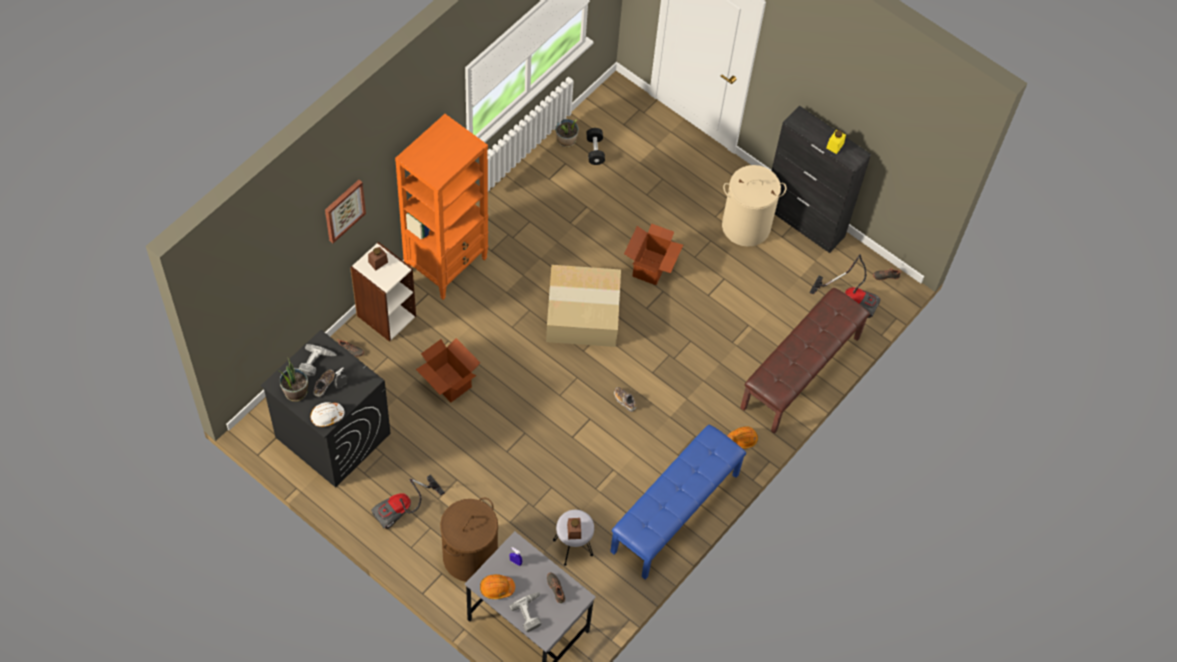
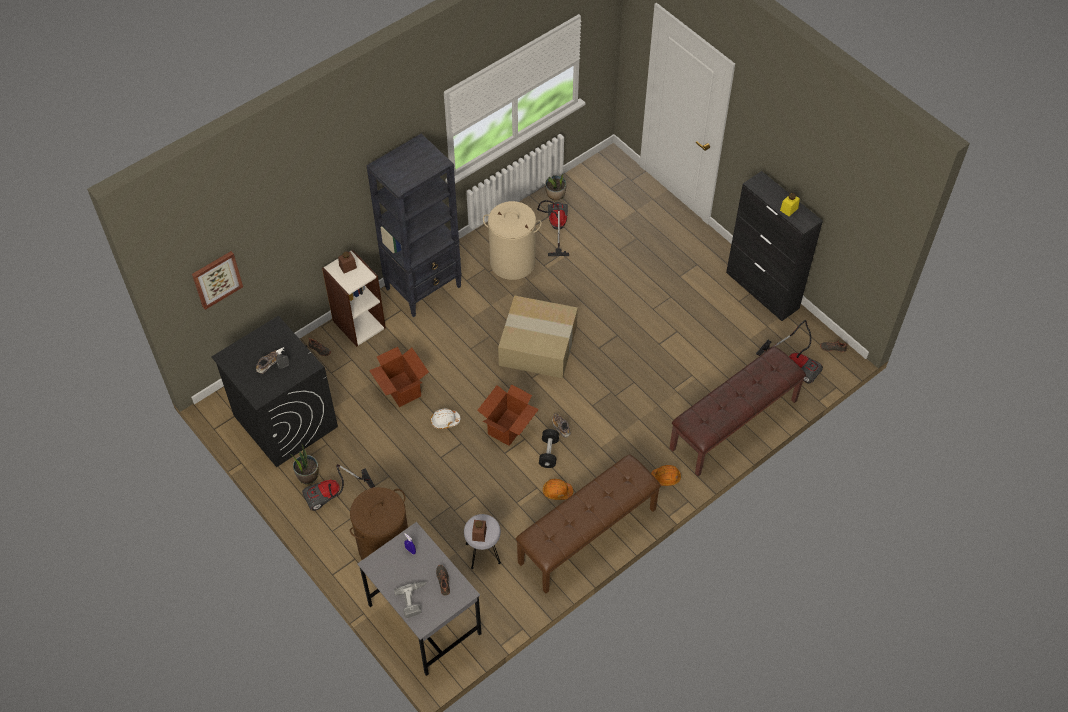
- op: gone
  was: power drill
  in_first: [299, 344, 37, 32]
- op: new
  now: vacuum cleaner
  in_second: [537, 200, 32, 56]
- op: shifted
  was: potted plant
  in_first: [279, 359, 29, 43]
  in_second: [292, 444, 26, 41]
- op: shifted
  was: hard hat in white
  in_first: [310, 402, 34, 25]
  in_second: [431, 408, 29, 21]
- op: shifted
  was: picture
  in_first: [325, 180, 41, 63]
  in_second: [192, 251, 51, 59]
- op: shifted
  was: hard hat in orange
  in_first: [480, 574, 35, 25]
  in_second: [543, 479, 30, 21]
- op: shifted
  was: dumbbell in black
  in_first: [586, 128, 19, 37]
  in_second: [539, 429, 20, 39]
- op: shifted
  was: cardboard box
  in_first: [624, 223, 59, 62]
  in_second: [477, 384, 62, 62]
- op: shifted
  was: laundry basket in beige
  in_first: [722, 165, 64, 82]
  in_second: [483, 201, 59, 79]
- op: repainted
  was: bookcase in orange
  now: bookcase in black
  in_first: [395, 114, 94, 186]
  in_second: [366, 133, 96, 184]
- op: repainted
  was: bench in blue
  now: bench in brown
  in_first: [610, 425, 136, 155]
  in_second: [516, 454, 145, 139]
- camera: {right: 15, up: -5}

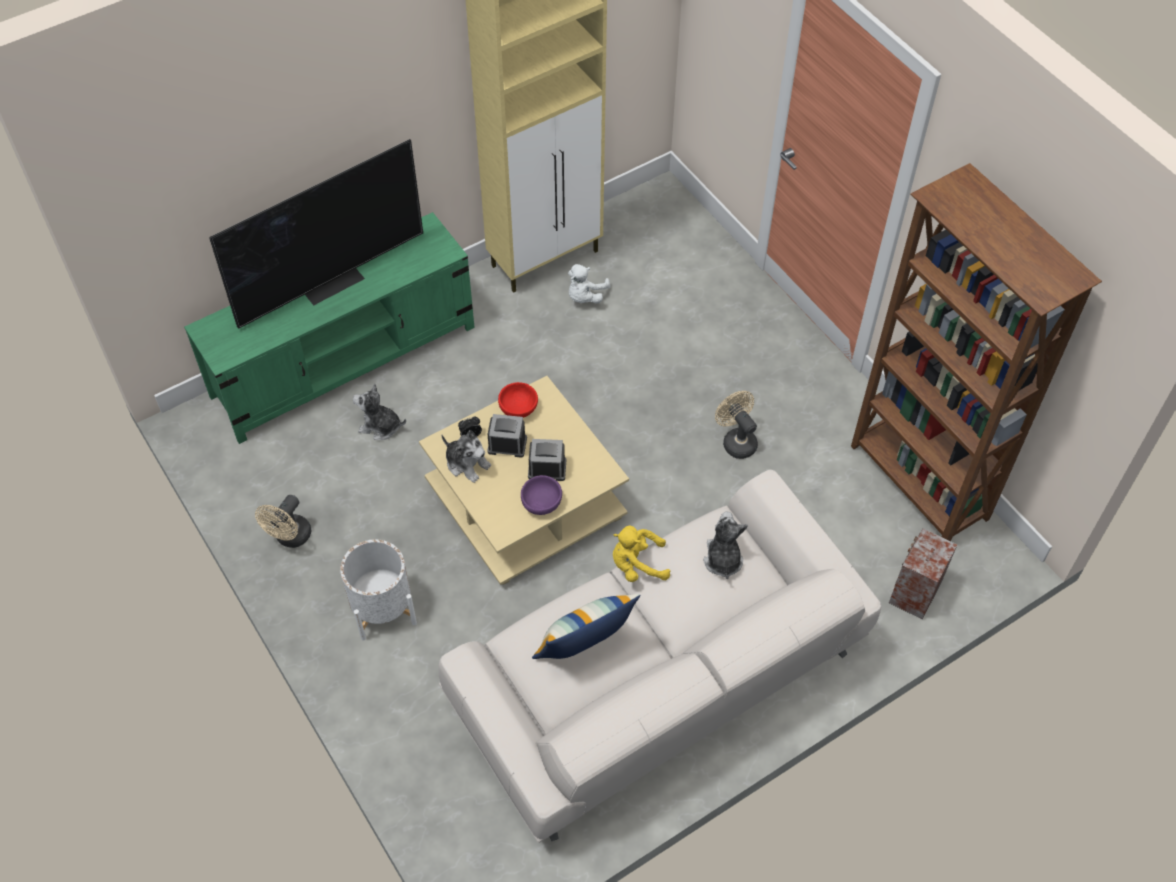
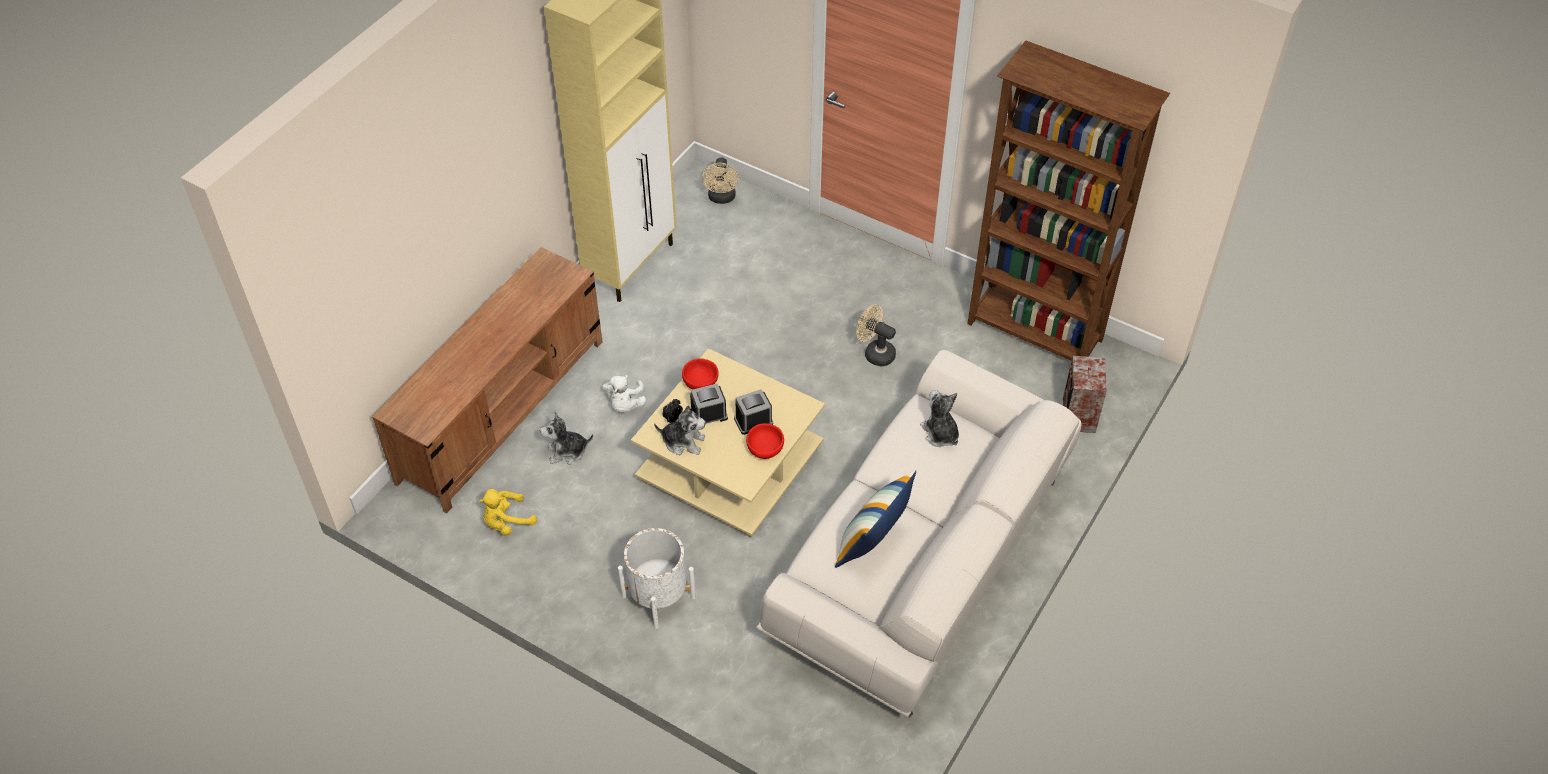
- op: gone
  was: television
  in_first: [209, 139, 214, 190]
- op: shifted
  was: fan in beige
  in_first: [255, 495, 56, 53]
  in_second: [702, 157, 37, 47]
- op: shifted
  was: plush toy in white
  in_first: [568, 264, 43, 39]
  in_second: [602, 375, 45, 37]
- op: shifted
  was: plush toy in yellow
  in_first: [613, 526, 57, 56]
  in_second: [479, 489, 58, 47]
- op: repainted
  was: tv stand in green
  now: tv stand in brown
  in_first: [184, 212, 291, 232]
  in_second: [372, 247, 231, 266]
- op: repainted
  was: bowl in purple
  now: bowl in red
  in_first: [521, 475, 41, 40]
  in_second: [746, 423, 38, 36]
- camera: {right: -25, up: -5}

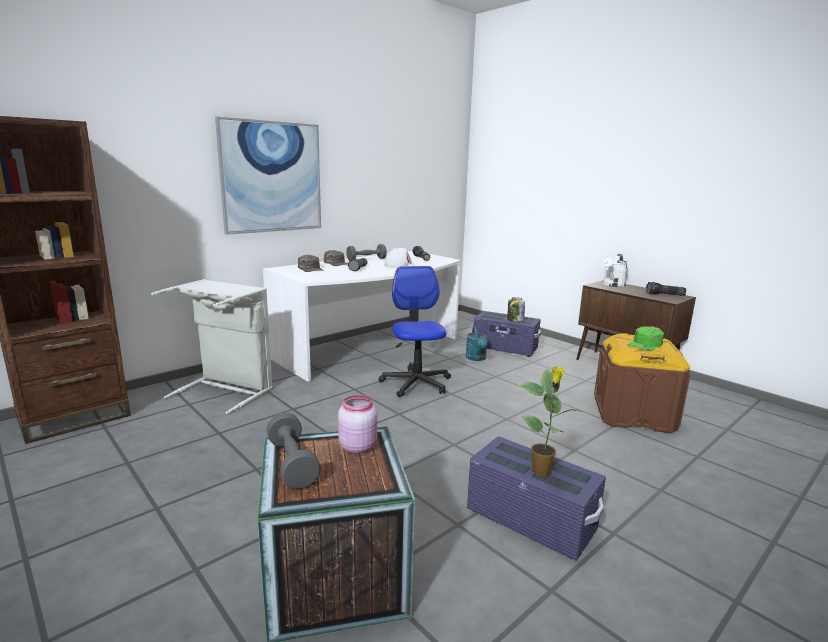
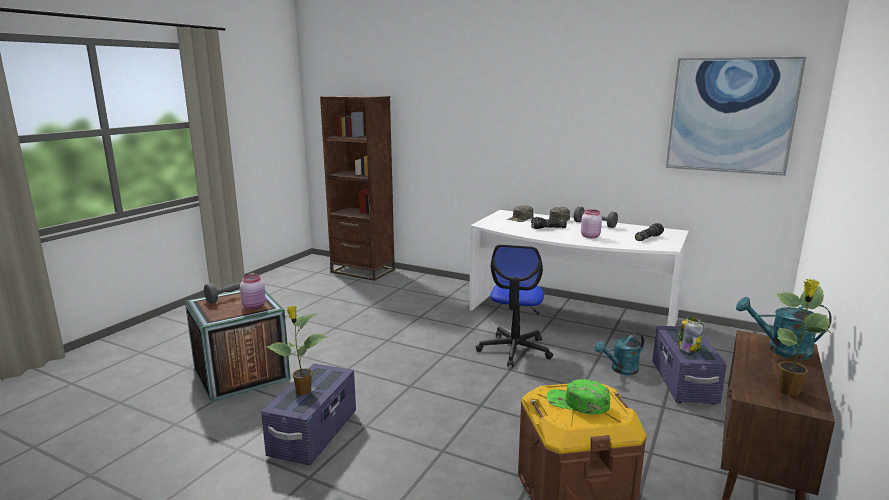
- op: gone
  was: laundry basket in grey
  in_first: [151, 279, 122, 135]
- op: shifted
  was: picture
  in_first: [215, 117, 106, 118]
  in_second: [666, 57, 140, 119]
- op: swapped
  was: hard hat in white
  now: jar in pink
  in_first: [384, 248, 31, 20]
  in_second: [581, 209, 21, 29]
- op: swapped
  was: flashlight
  now: potted plant
  in_first: [646, 282, 40, 14]
  in_second: [776, 279, 55, 117]
- op: repainted
  was: watering can in white
  now: watering can in turquoise
  in_first: [603, 254, 25, 33]
  in_second: [736, 297, 96, 63]
- op: rotated
  was: office chair
  in_first: [378, 266, 73, 131]
  in_second: [476, 245, 77, 122]
  clockwise: 135
- camera: {right: 70, up: 0}

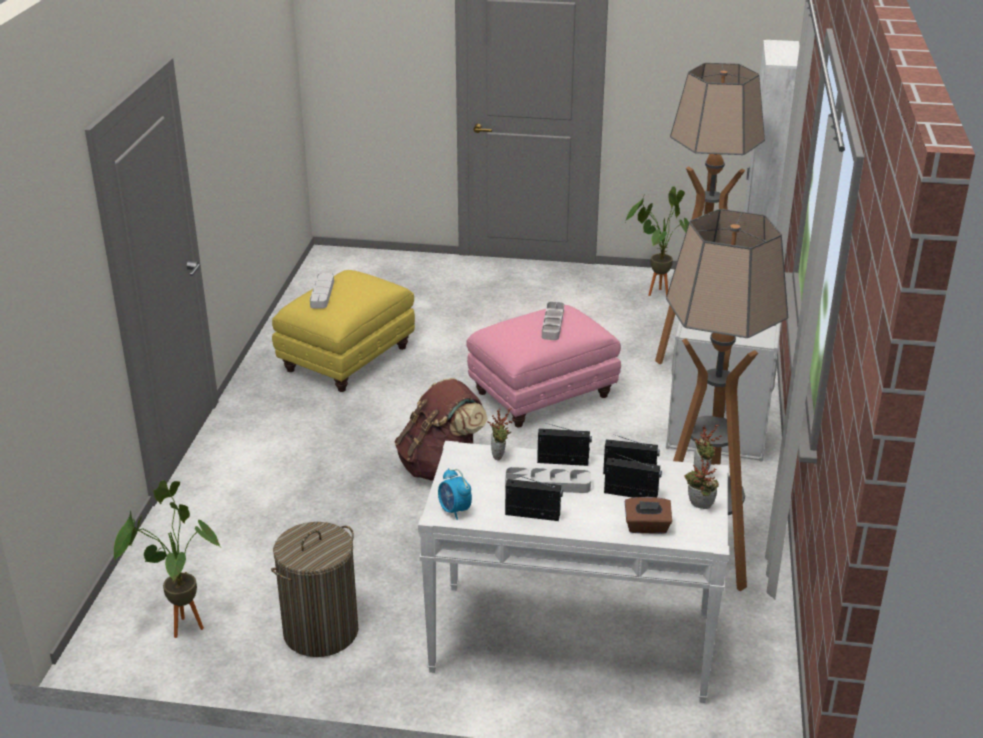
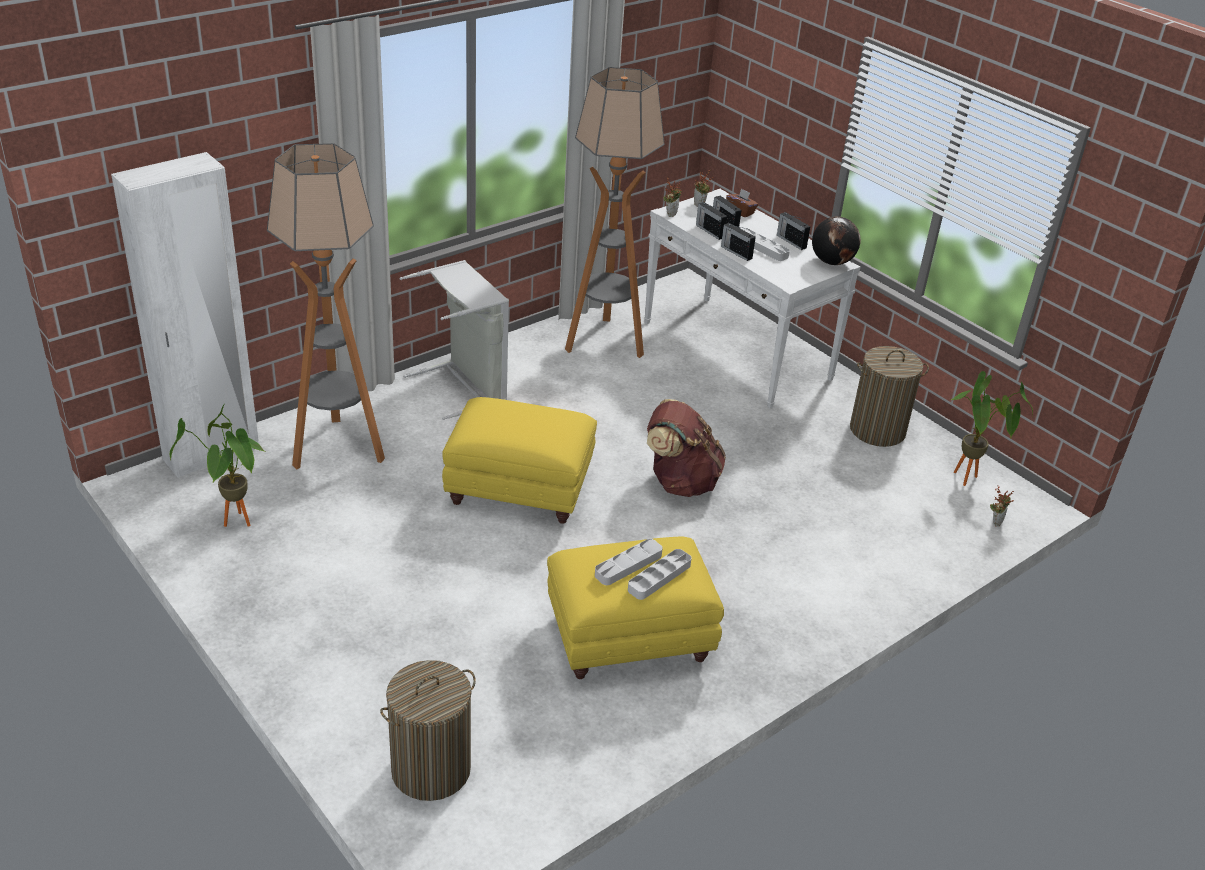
- op: new
  now: laundry basket
  in_second: [380, 660, 96, 141]
- op: shifted
  was: potted plant
  in_first: [487, 409, 27, 52]
  in_second: [990, 486, 24, 41]
- op: shifted
  was: tray in grey
  in_first: [542, 302, 22, 38]
  in_second: [595, 539, 68, 46]
- op: swapped
  was: alarm clock
  now: globe
  in_first: [438, 468, 34, 52]
  in_second: [812, 217, 49, 48]
- op: repainted
  was: ottoman in pink
  now: ottoman in yellow
  in_first: [466, 305, 155, 122]
  in_second: [442, 397, 155, 127]
- camera: {right: -140, up: 5}

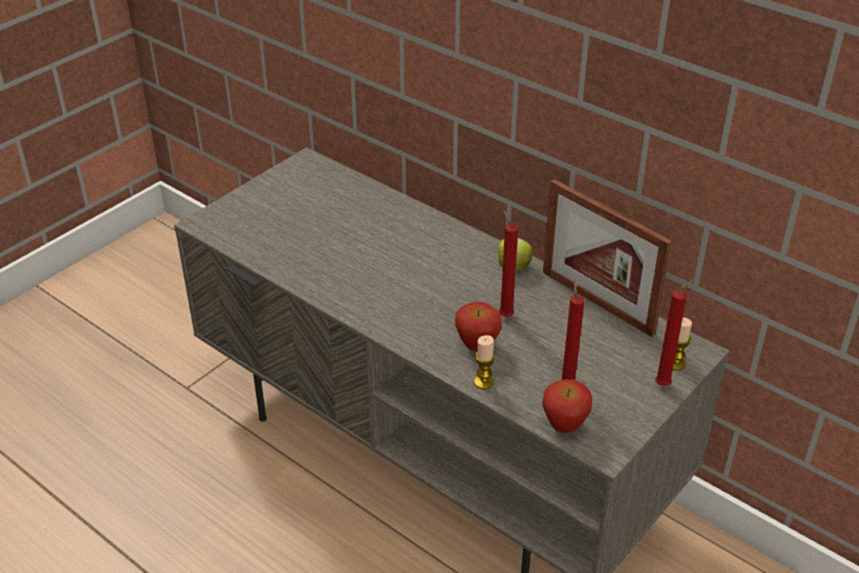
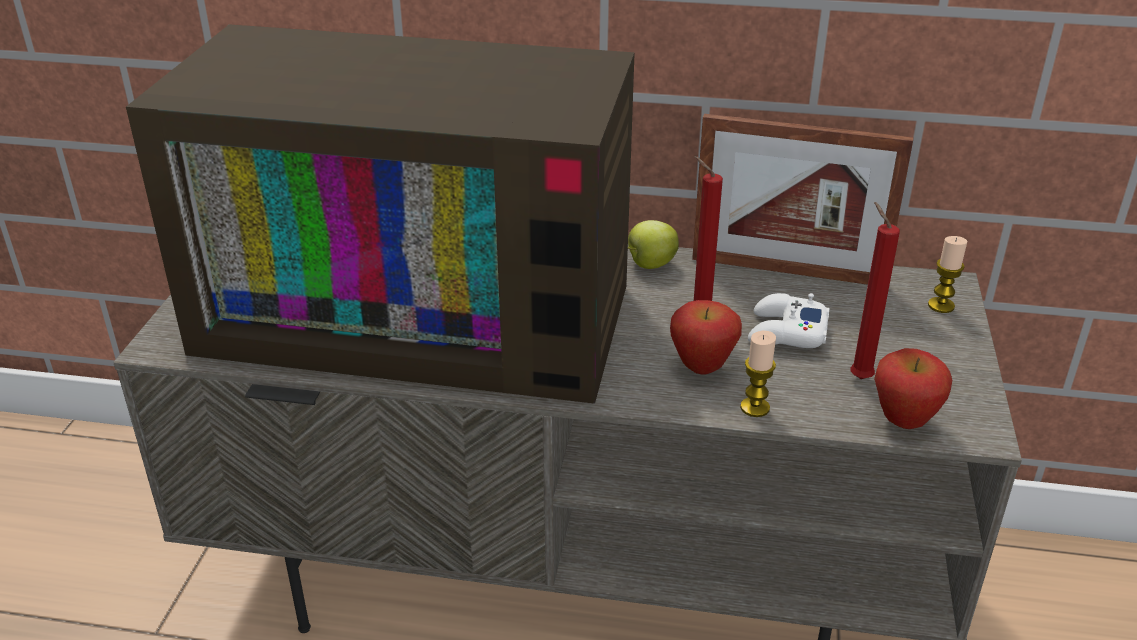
- op: gone
  was: candle in red
  in_first: [655, 280, 40, 106]
- op: new
  now: television
  in_second: [126, 24, 509, 380]
- op: new
  now: game controller in white
  in_second: [748, 293, 82, 55]
- camera: {right: -30, up: -5}

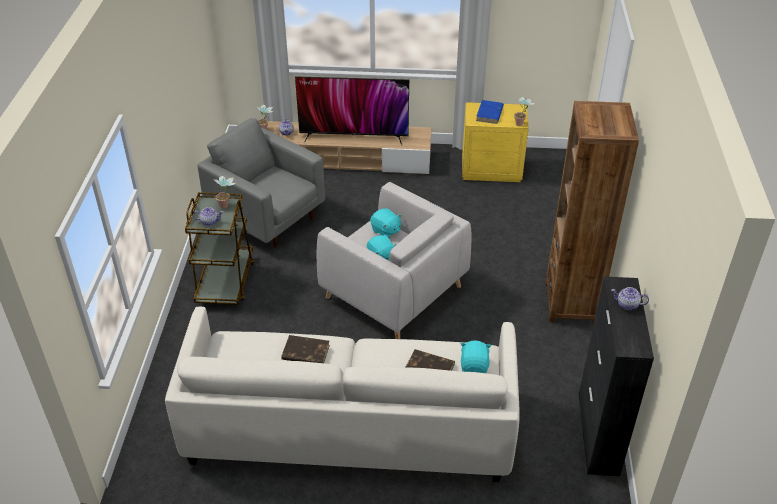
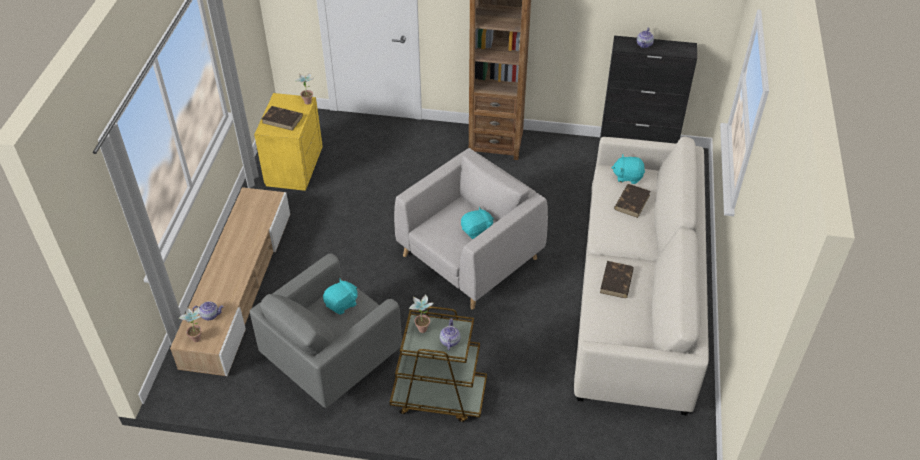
- op: gone
  was: television
  in_first: [295, 76, 114, 69]
- op: shifted
  was: plush toy in turquoise
  in_first: [370, 208, 31, 30]
  in_second: [323, 279, 35, 35]
- op: repainted
  was: book in blue
  now: book in brown
  in_first: [476, 100, 28, 24]
  in_second: [262, 106, 41, 25]
- camera: {right: -85, up: 5}

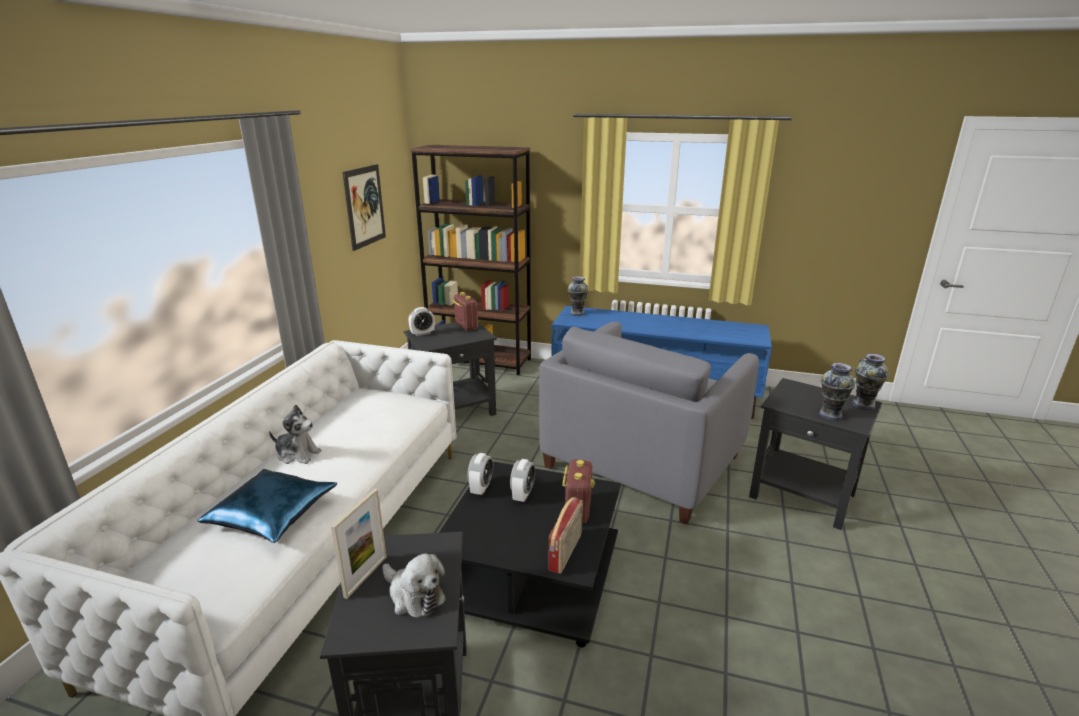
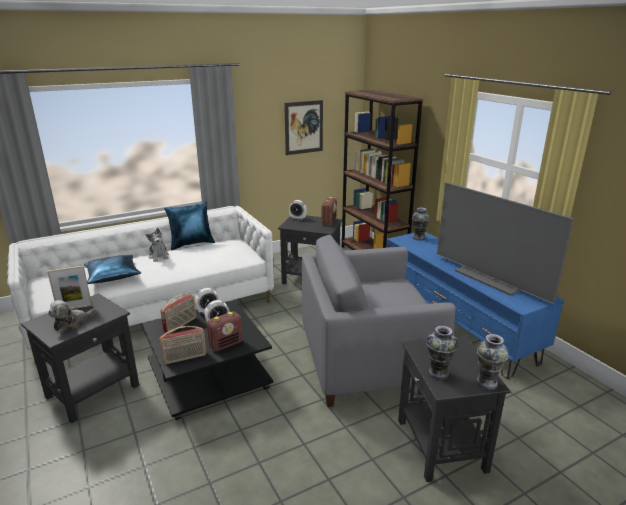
- op: new
  now: radio
  in_second: [161, 294, 35, 40]
- op: new
  now: pillow in blue
  in_second: [164, 202, 51, 49]
- op: new
  now: television
  in_second: [437, 182, 137, 122]
- op: rotated
  was: plush toy
  in_first: [383, 553, 63, 65]
  in_second: [48, 300, 48, 33]
  clockwise: 45
- camera: {right: 45, up: 0}

